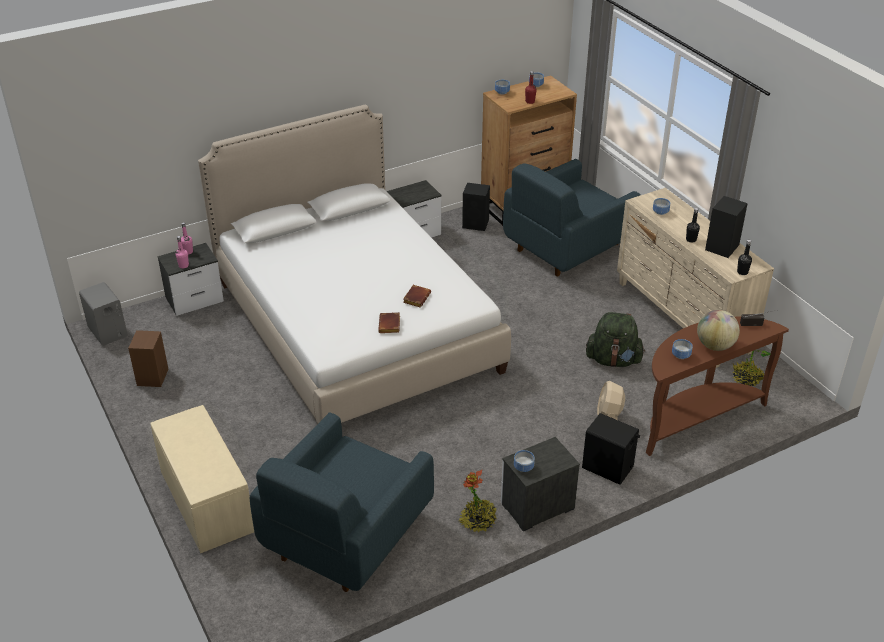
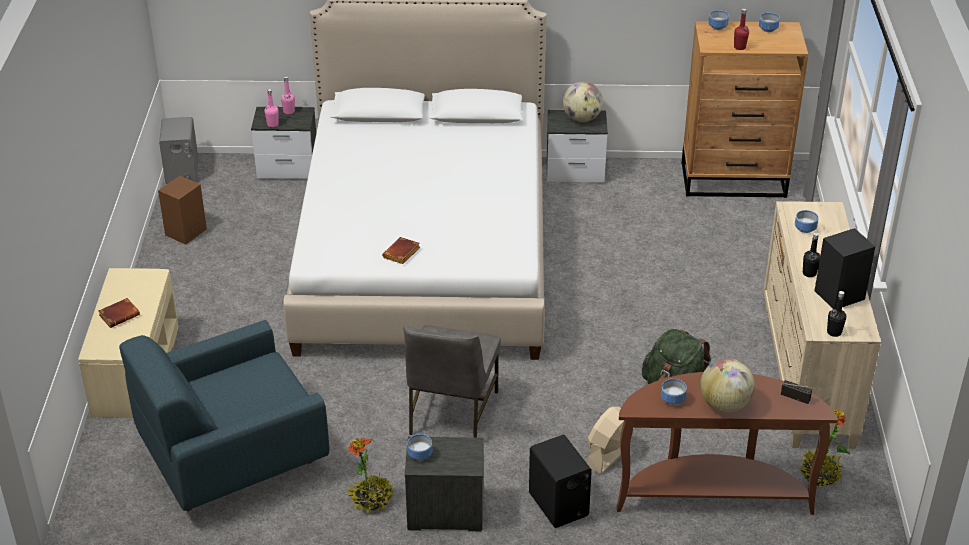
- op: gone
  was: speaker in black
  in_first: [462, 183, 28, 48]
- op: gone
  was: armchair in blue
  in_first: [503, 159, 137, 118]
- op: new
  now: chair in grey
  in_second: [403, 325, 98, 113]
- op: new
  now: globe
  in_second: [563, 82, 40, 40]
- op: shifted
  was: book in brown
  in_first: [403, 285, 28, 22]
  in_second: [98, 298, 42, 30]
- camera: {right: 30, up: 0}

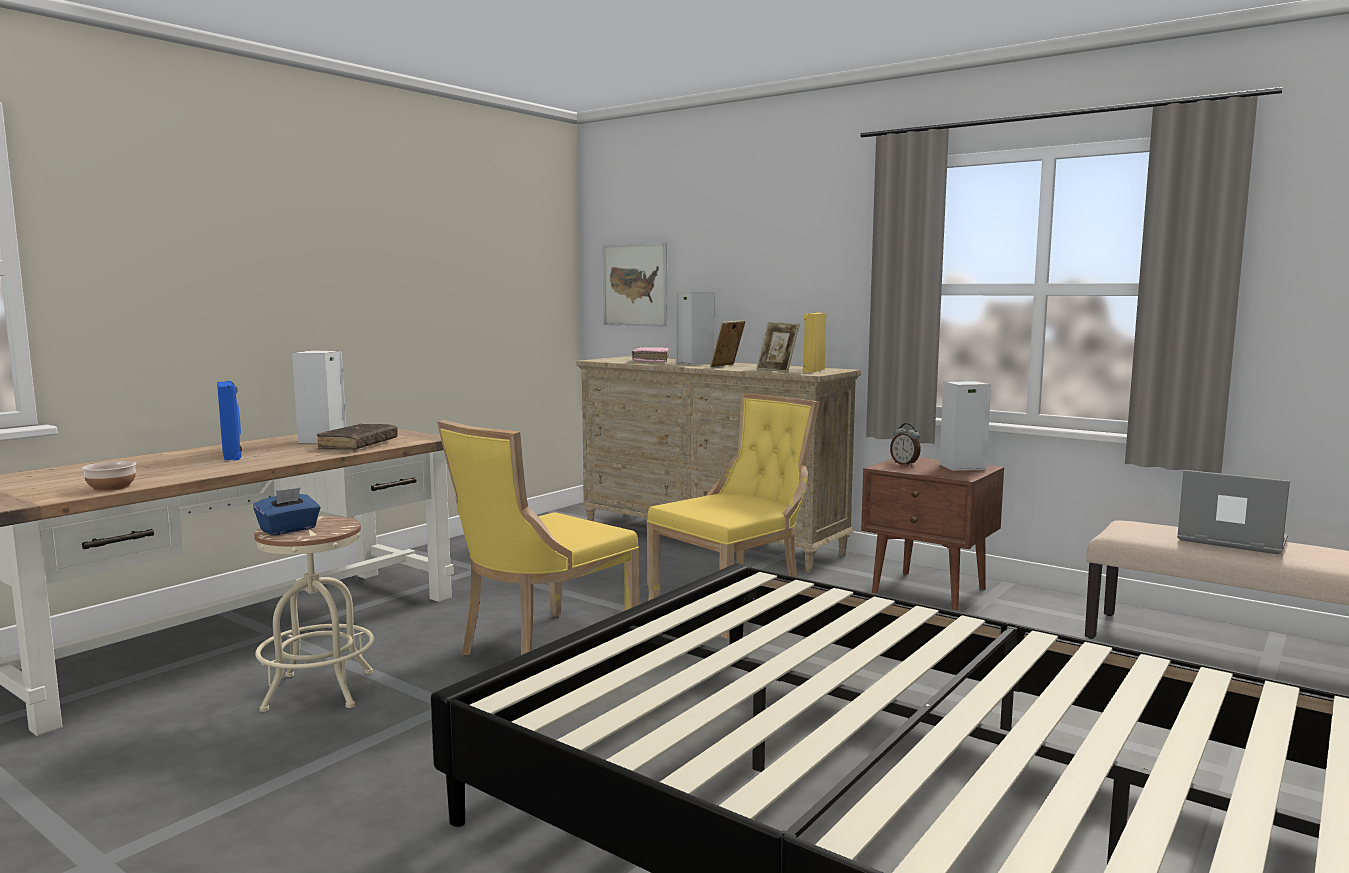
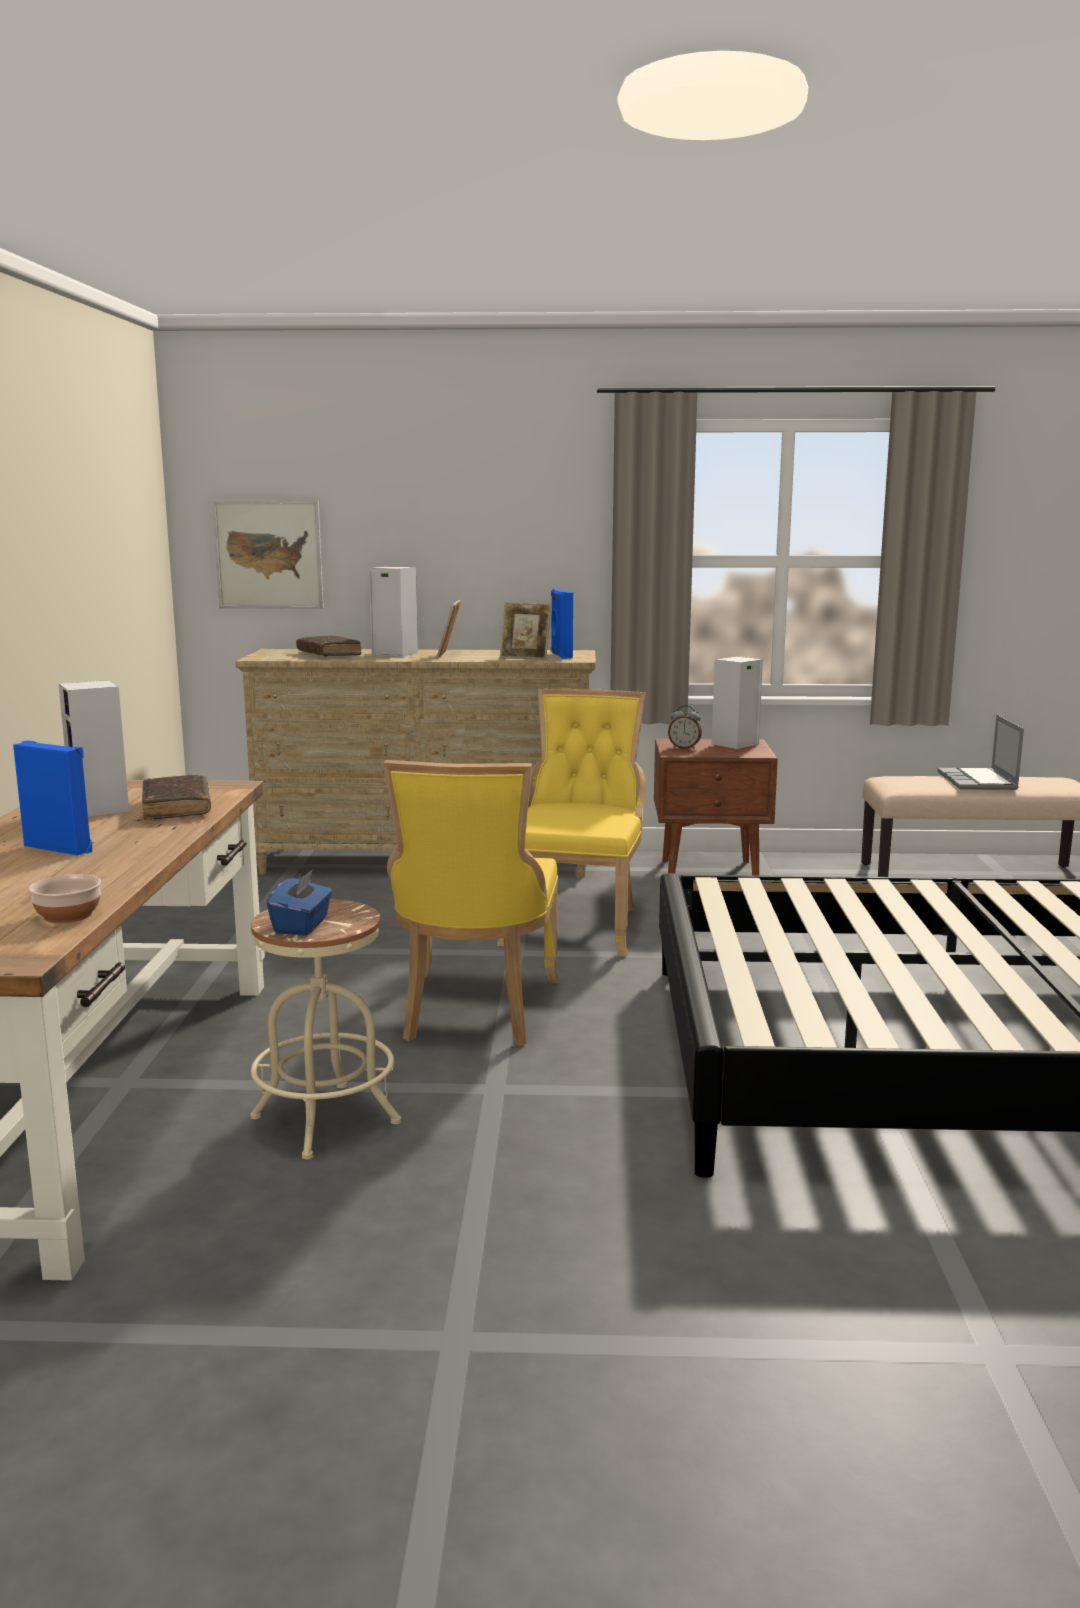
- op: repainted
  was: book in pink
  now: book in brown
  in_first: [632, 347, 37, 15]
  in_second: [296, 635, 65, 21]
- op: repainted
  was: speaker in yellow
  now: speaker in blue
  in_first: [803, 312, 23, 61]
  in_second: [551, 589, 22, 70]
- op: rotated
  was: laptop
  in_first: [1177, 470, 113, 84]
  in_second: [937, 715, 87, 75]
  clockwise: -90
- camera: {right: -35, up: 5}

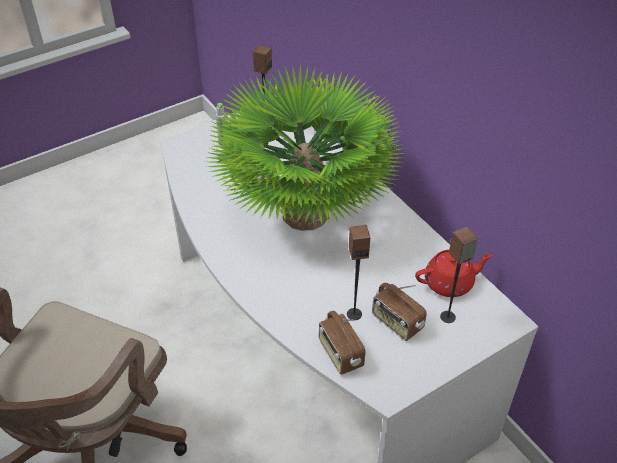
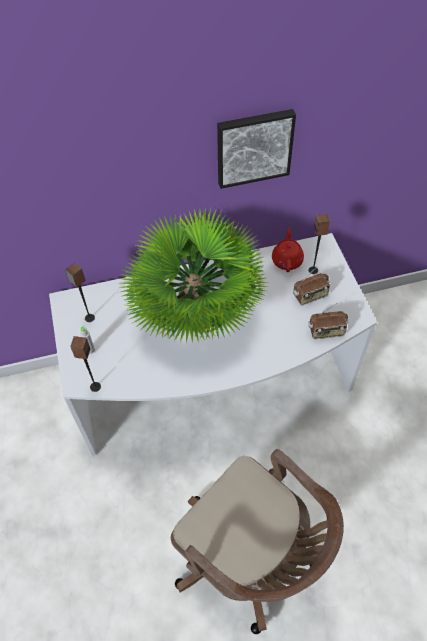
- op: new
  now: picture
  in_second: [217, 109, 79, 80]
- op: shifted
  was: speaker
  in_first: [347, 225, 23, 95]
  in_second: [70, 336, 31, 56]
- camera: {right: -70, up: 10}

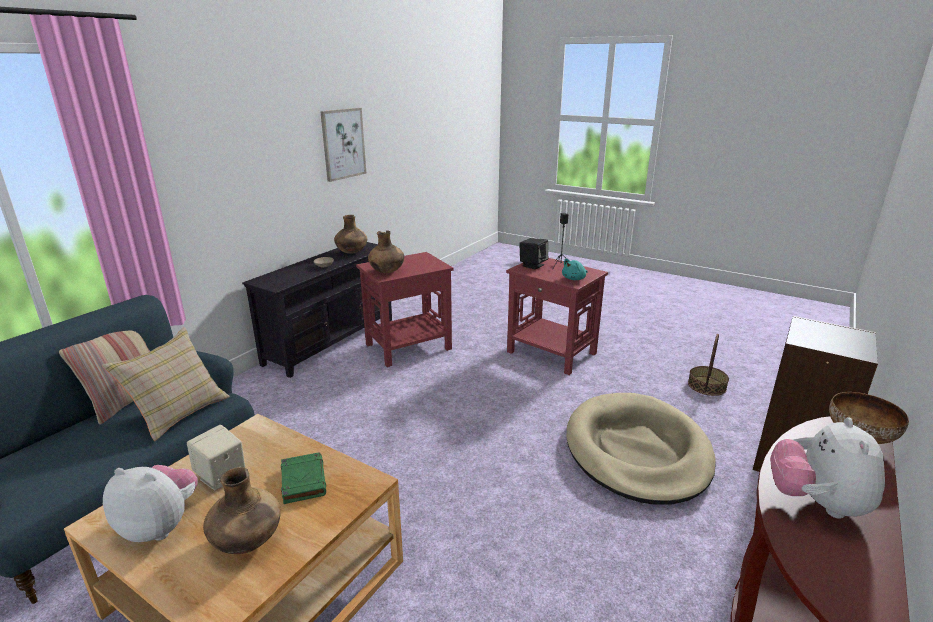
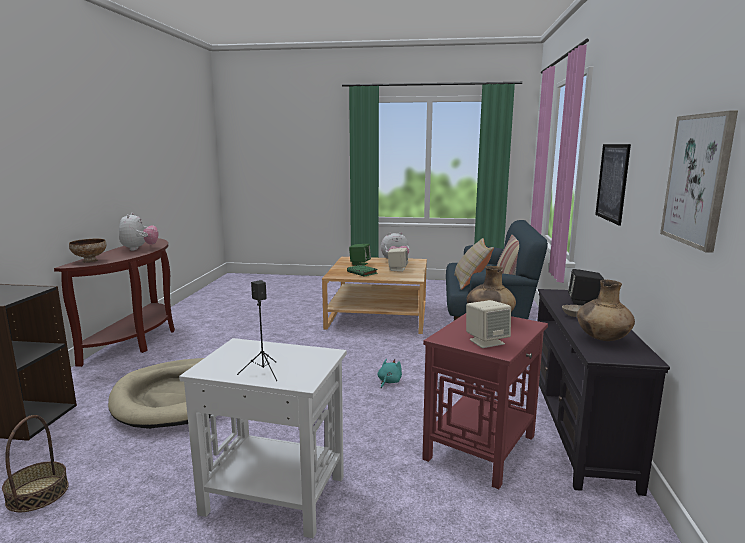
- op: new
  now: speaker in beige
  in_second: [466, 300, 45, 48]
- op: new
  now: picture
  in_second: [595, 144, 36, 81]
- op: shifted
  was: speaker in black
  in_first: [519, 238, 29, 31]
  in_second: [568, 269, 36, 37]
- op: shifted
  was: plush toy in turquoise
  in_first: [562, 259, 25, 21]
  in_second: [378, 359, 24, 29]
- op: swapped
  was: vase in brown
  now: speaker in green
  in_first: [203, 467, 77, 87]
  in_second: [349, 244, 22, 22]
- op: repainted
  was: side table in red
  now: side table in white
  in_first: [506, 258, 102, 117]
  in_second: [179, 338, 168, 200]
- camera: {right: 155, up: -10}

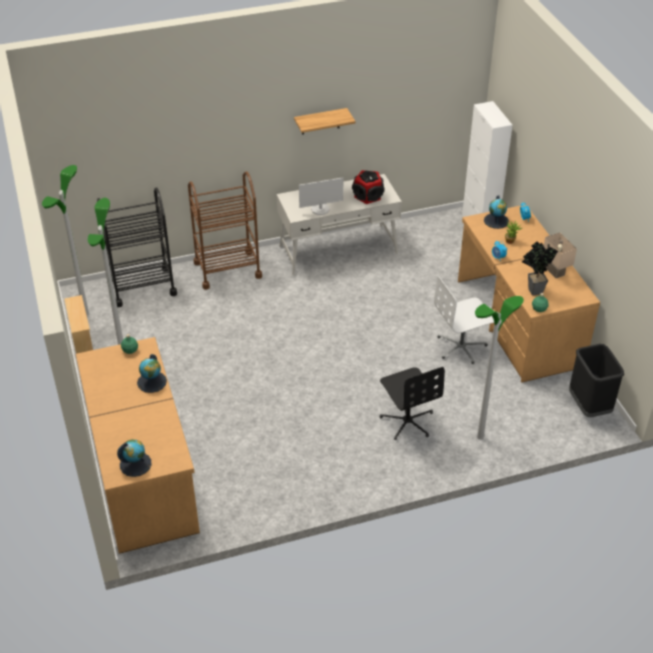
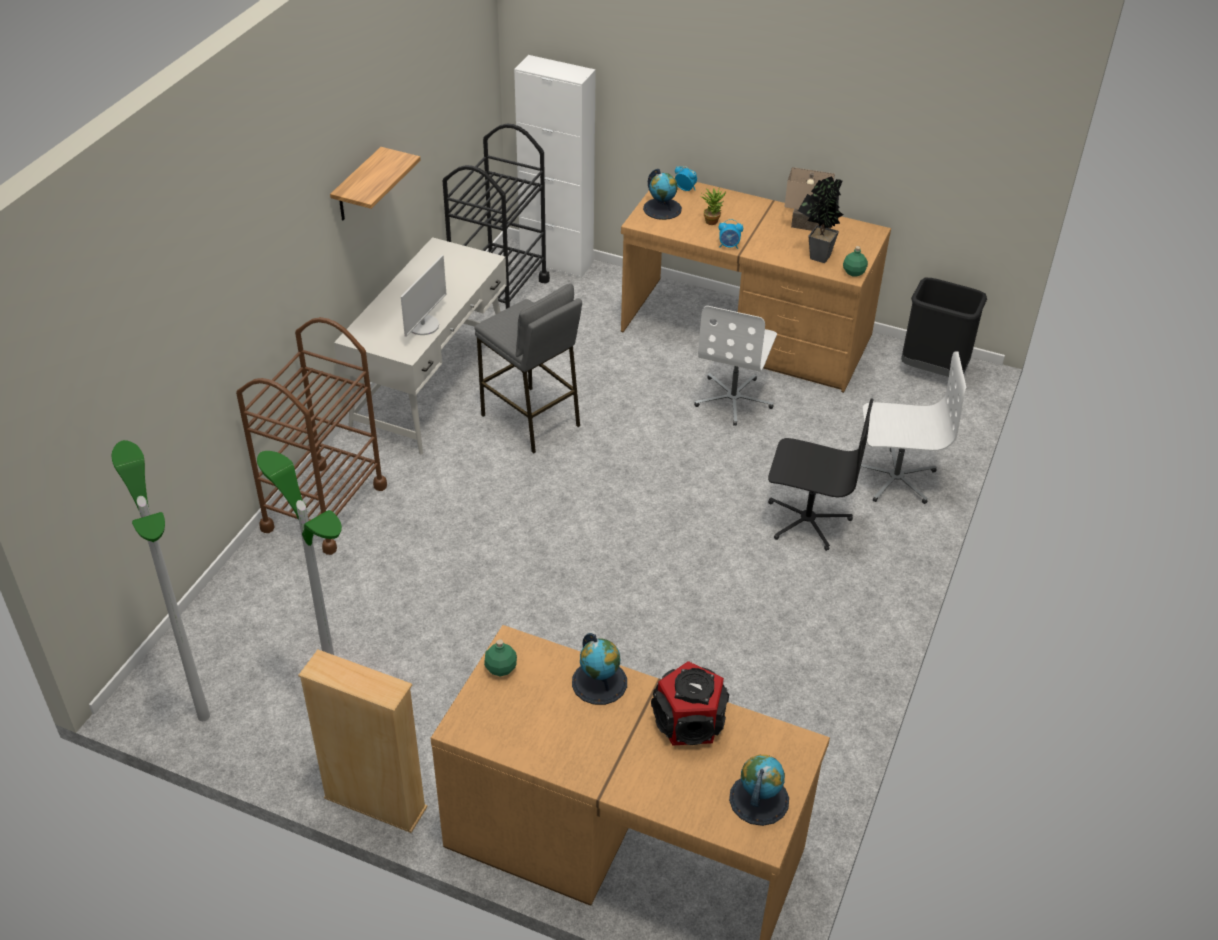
- op: new
  now: stool in grey
  in_second: [474, 283, 108, 171]
- op: shifted
  was: cart in black
  in_first: [97, 188, 80, 119]
  in_second: [443, 124, 107, 185]
- op: shifted
  was: speaker
  in_first: [352, 170, 32, 34]
  in_second: [651, 661, 78, 84]
- op: swapped
  was: floor lamp
  now: office chair in white
  in_first: [475, 296, 49, 144]
  in_second: [861, 351, 105, 153]
- camera: {right: -50, up: 0}

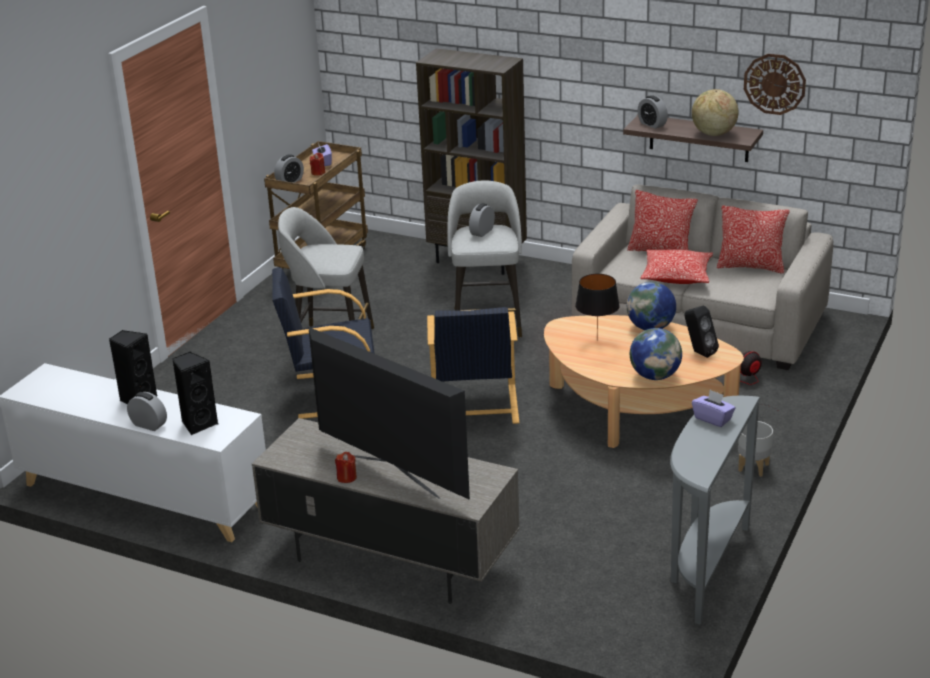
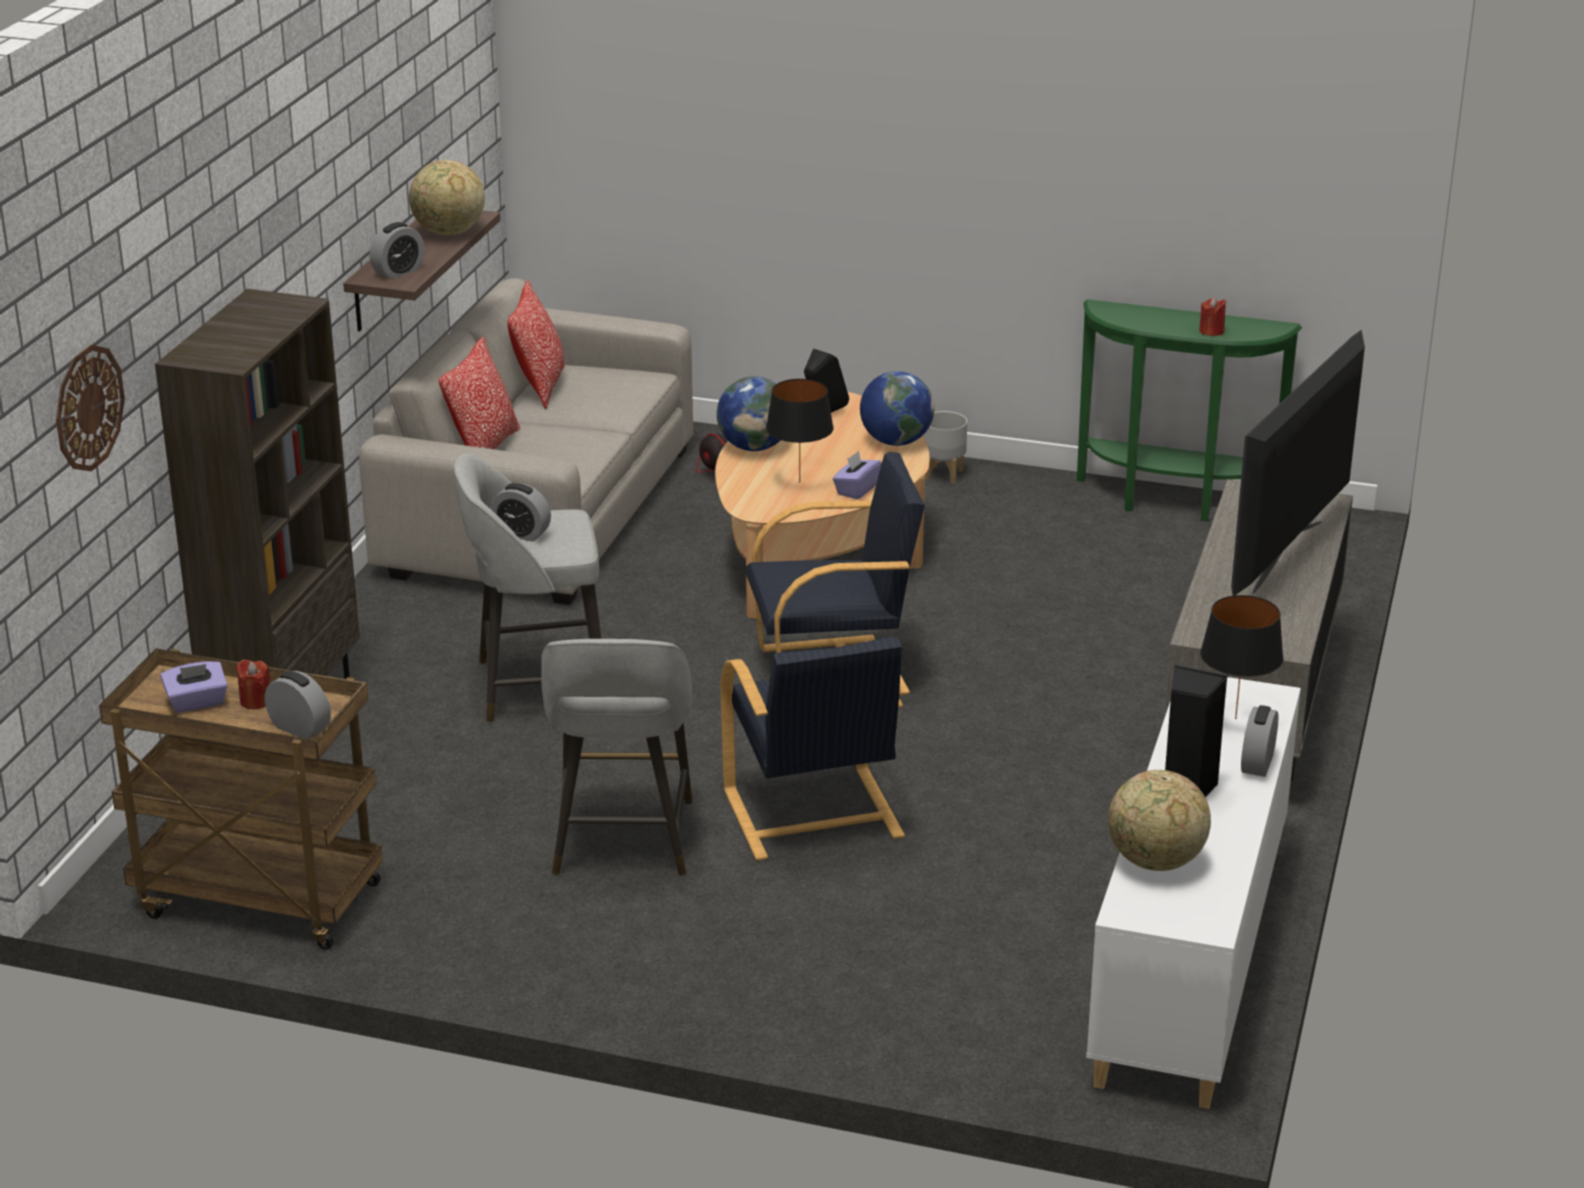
- op: gone
  was: pillow
  in_first: [640, 249, 73, 35]
- op: new
  now: globe
  in_second: [1108, 770, 103, 101]
- op: shifted
  was: candle in red
  in_first: [335, 452, 22, 31]
  in_second: [1199, 297, 27, 39]
- op: shifted
  was: tissue box in purple
  in_first: [692, 390, 44, 37]
  in_second: [833, 451, 49, 48]
- op: shifted
  was: wall clock
  in_first: [744, 54, 62, 61]
  in_second: [56, 345, 69, 127]
- op: swapped
  was: speaker in black
  now: table lamp in black
  in_first: [172, 351, 46, 84]
  in_second: [1200, 595, 84, 124]
- op: repainted
  was: console table in grey
  now: console table in green
  in_first: [670, 396, 90, 229]
  in_second: [1077, 299, 225, 223]
- camera: {right: -100, up: 0}

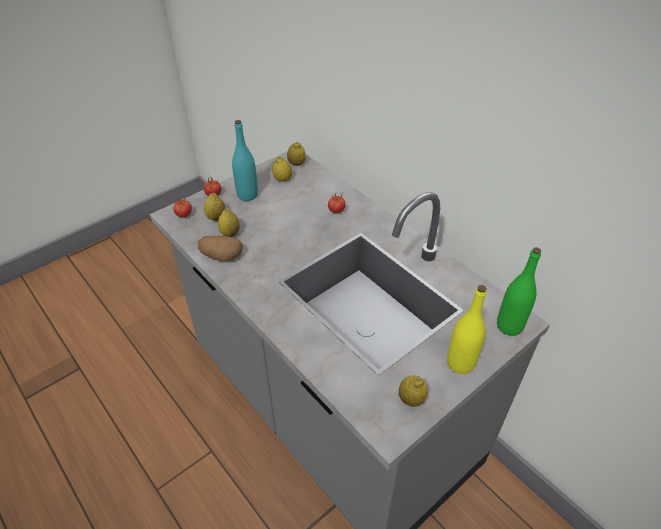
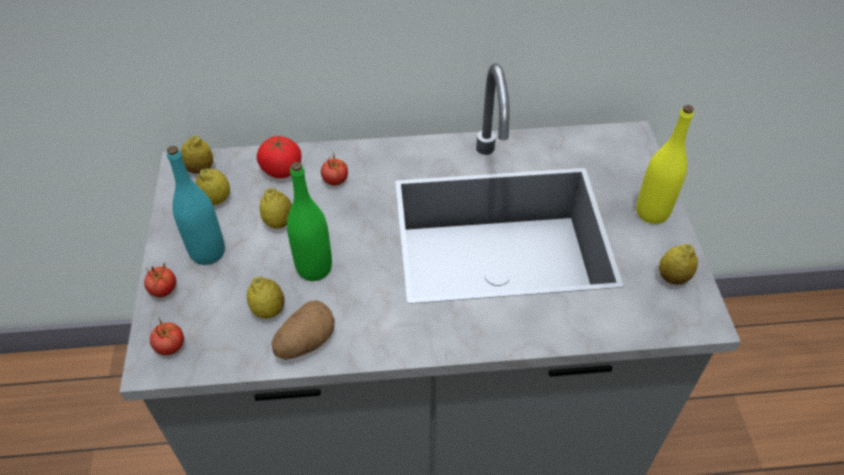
- op: new
  now: tomato
  in_second: [256, 136, 45, 42]
- op: shifted
  was: lemon
  in_first: [204, 193, 21, 28]
  in_second: [260, 188, 32, 41]
- op: shifted
  was: bottle in green
  in_first: [497, 247, 44, 89]
  in_second: [287, 162, 45, 119]
- camera: {right: -55, up: 5}

